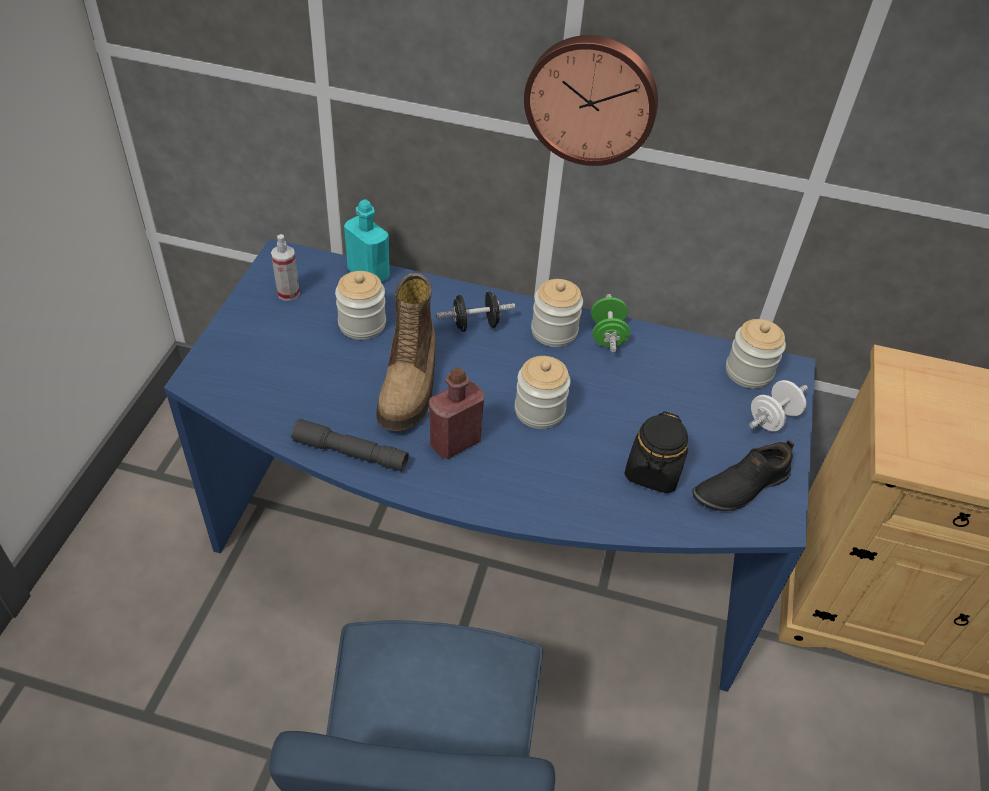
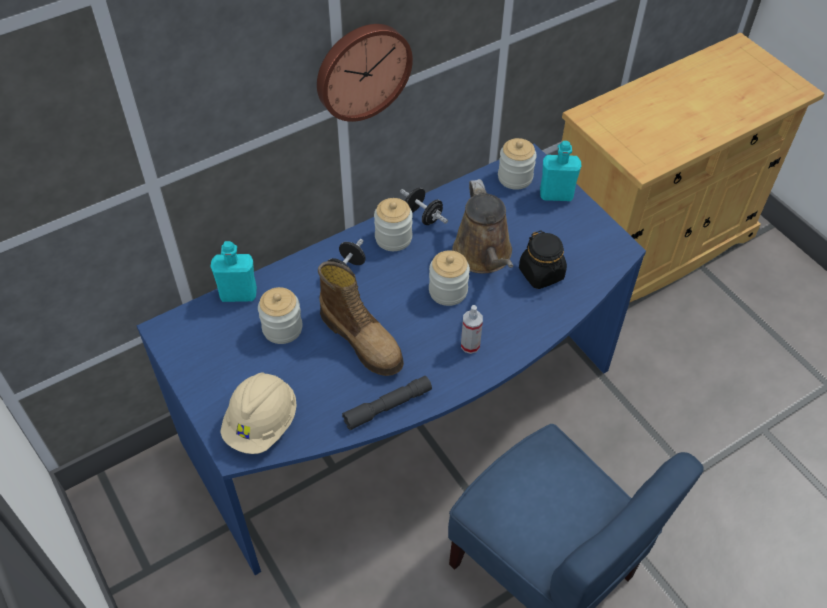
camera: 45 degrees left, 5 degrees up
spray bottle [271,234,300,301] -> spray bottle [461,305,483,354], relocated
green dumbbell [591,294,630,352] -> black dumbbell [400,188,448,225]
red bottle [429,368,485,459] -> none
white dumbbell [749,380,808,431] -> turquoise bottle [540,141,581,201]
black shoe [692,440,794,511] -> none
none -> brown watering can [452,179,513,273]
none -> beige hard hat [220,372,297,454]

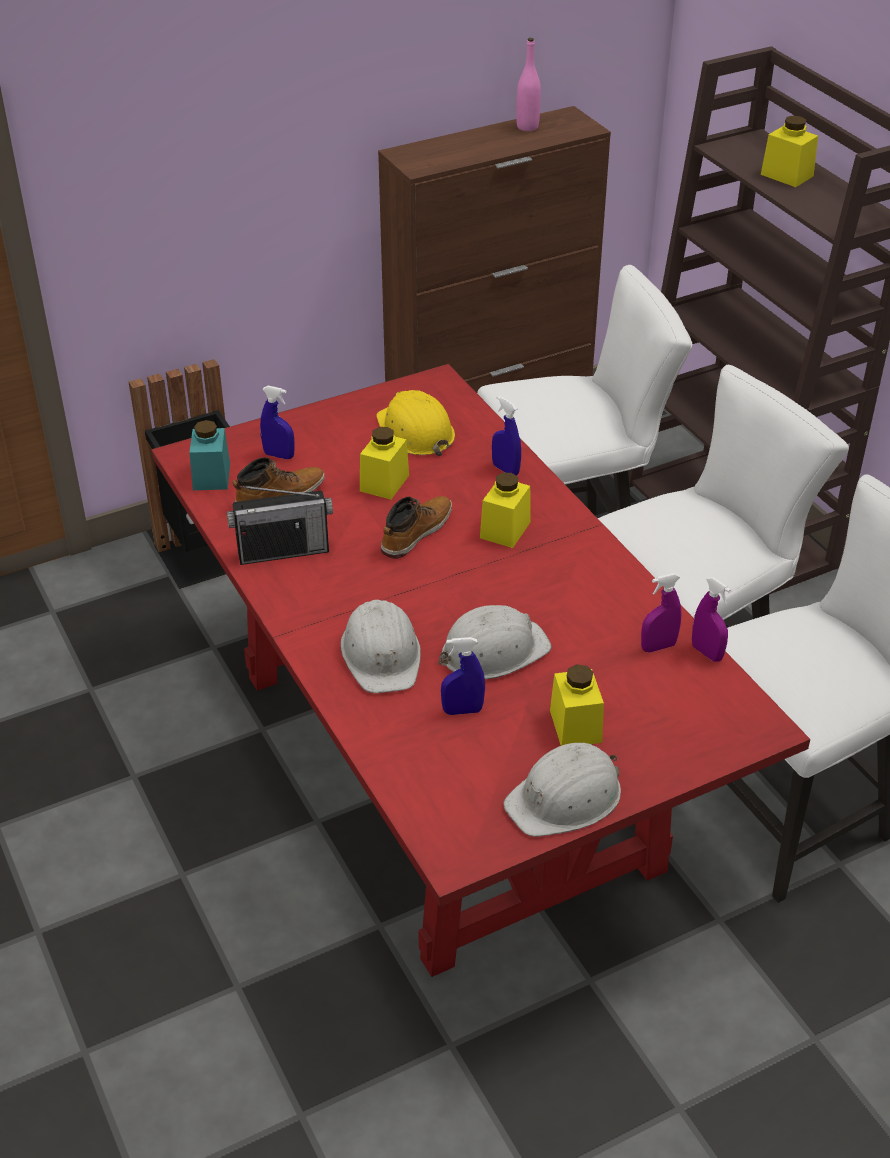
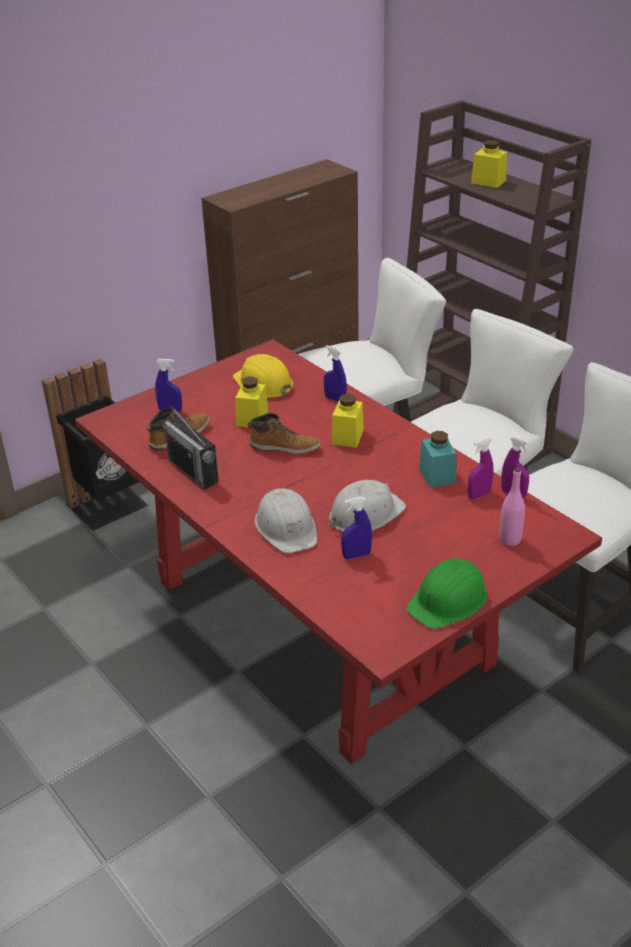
camera: 10 degrees left, 5 degrees down
pink bottle [516,38,541,131] -> pink bottle [499,467,525,546], relocated
turquoise jar [189,420,230,490] -> turquoise jar [419,431,456,488], relocated
radio [227,486,333,565] -> radio [163,406,219,489], 75 degrees clockwise
boot [381,496,452,559] -> boot [248,413,320,454], 75 degrees clockwise
yellow jar [550,664,604,746] -> none
white hard hat [503,743,621,837] -> green hard hat [406,558,487,629]

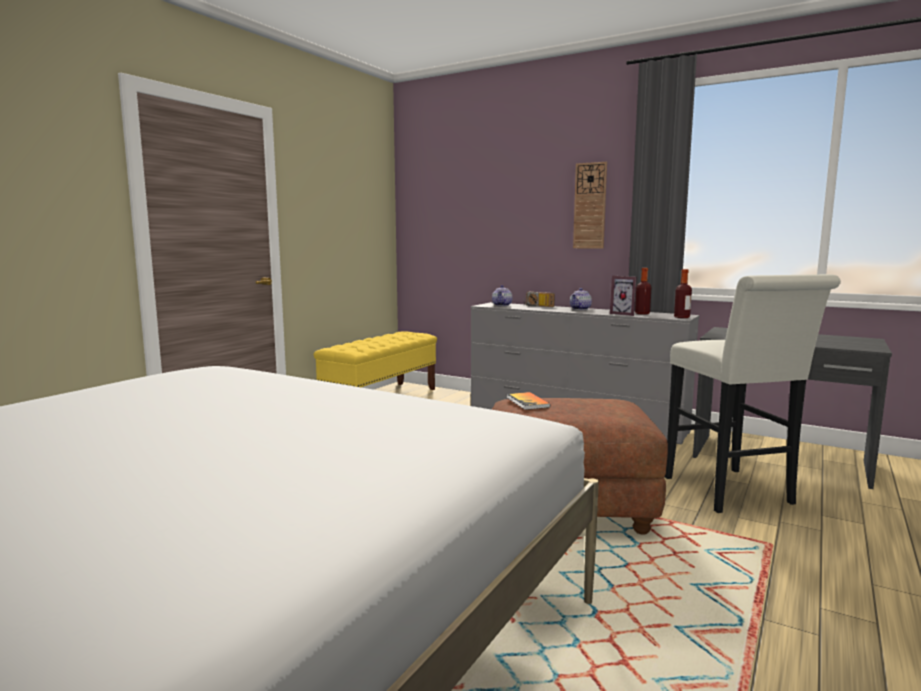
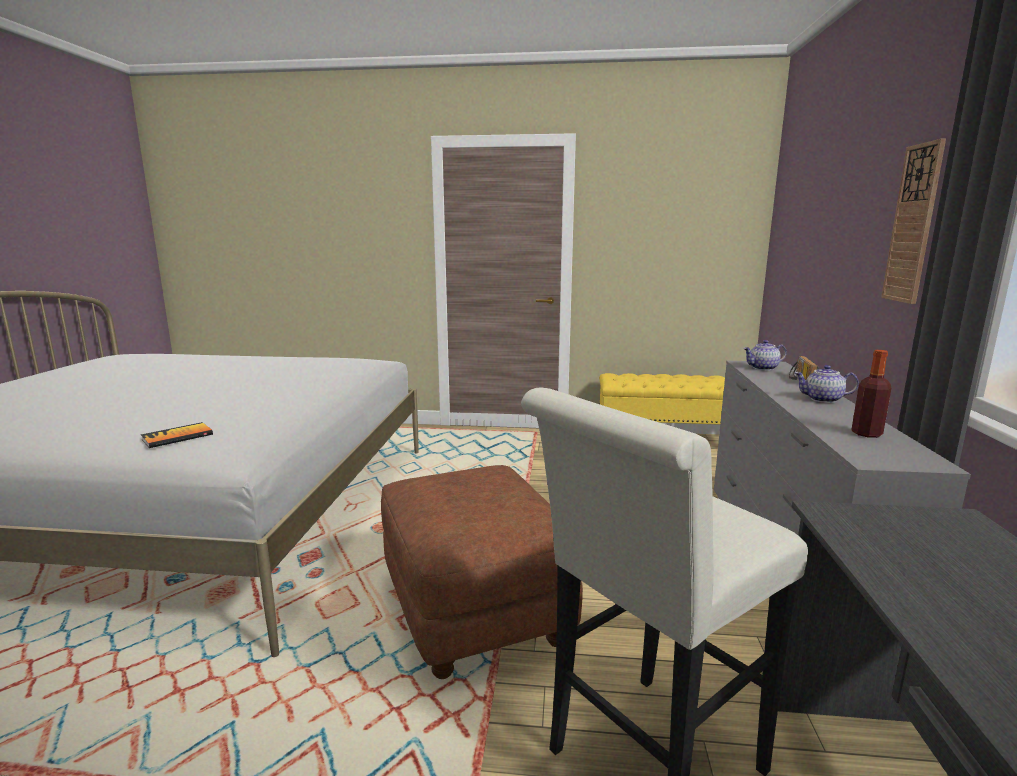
camera: 65 degrees right, 5 degrees up
bottle [674,269,692,318] -> none
picture frame [610,276,637,316] -> none
book [507,392,550,410] -> book [141,422,213,448], relocated

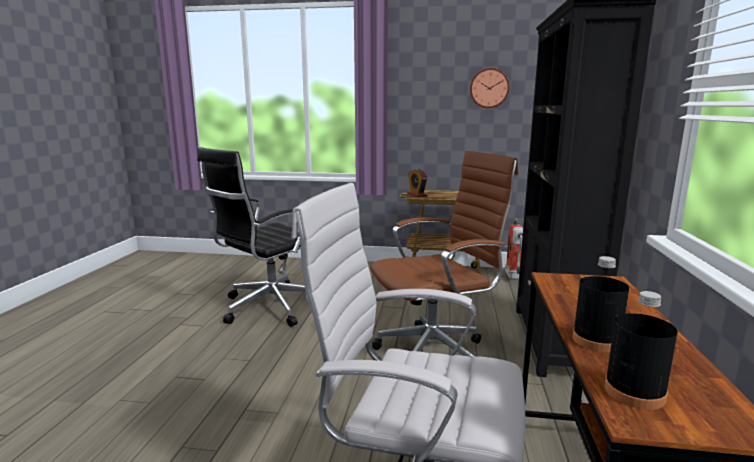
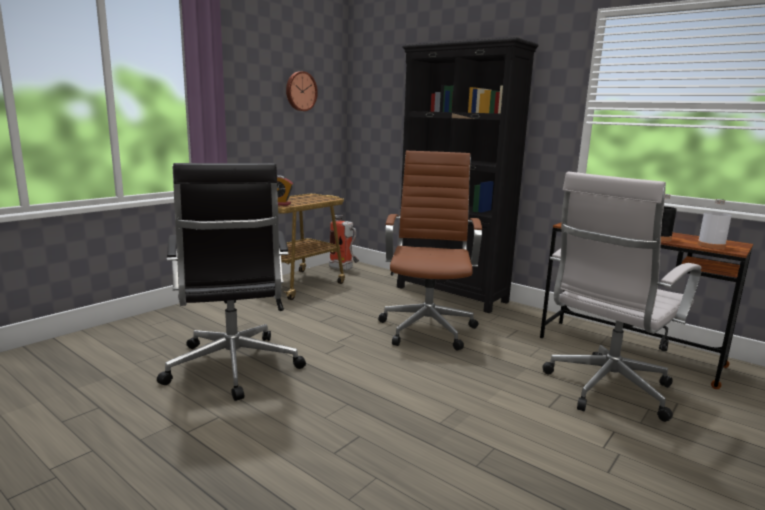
camera: 60 degrees left, 0 degrees up
black bottle [604,291,678,410] -> white bottle [697,199,732,249]

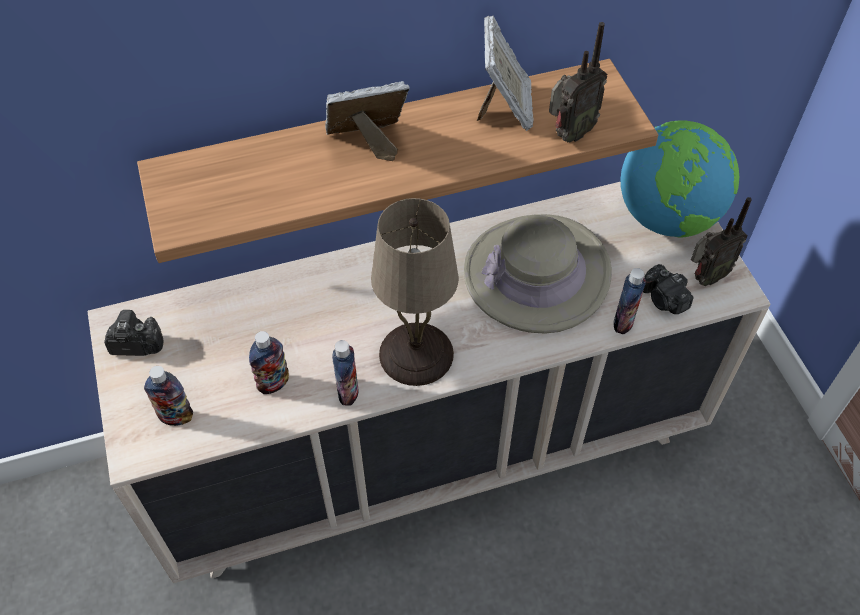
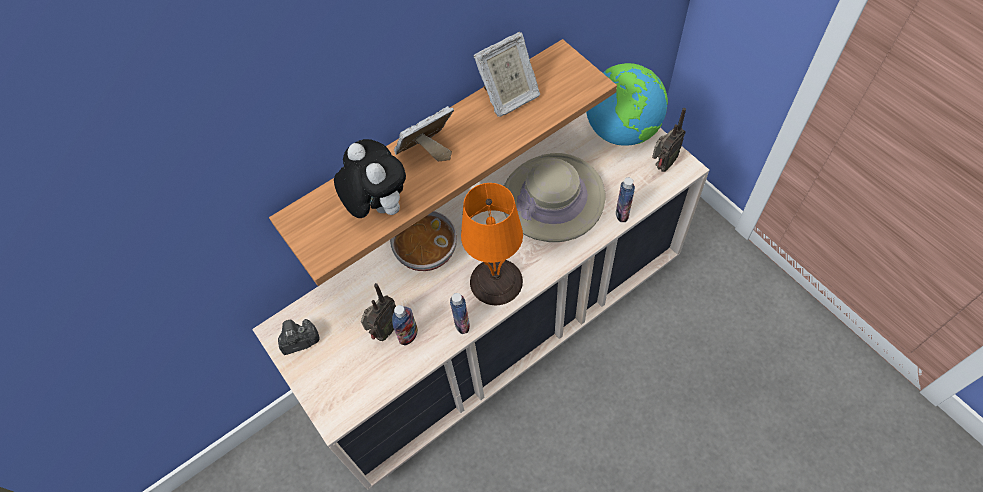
camera: 15 degrees left, 5 degrees up
picture frame [477,16,534,131] -> picture frame [474,31,540,117], 75 degrees clockwise
radio [549,22,607,143] -> radio [361,283,396,341], relocated
beige table lamp [371,198,459,386] -> orange table lamp [461,183,523,306]
photo camera [643,264,694,314] -> none
bottle [144,366,193,426] -> none
none -> plush toy [334,139,406,218]
none -> bowl [390,211,457,271]

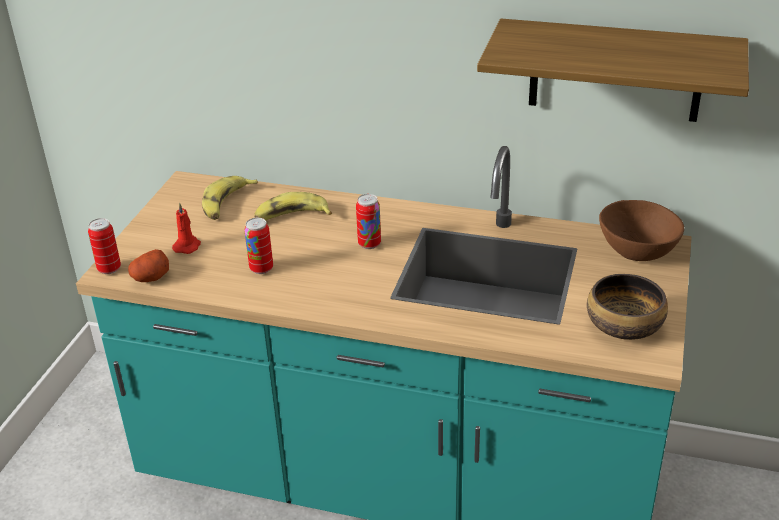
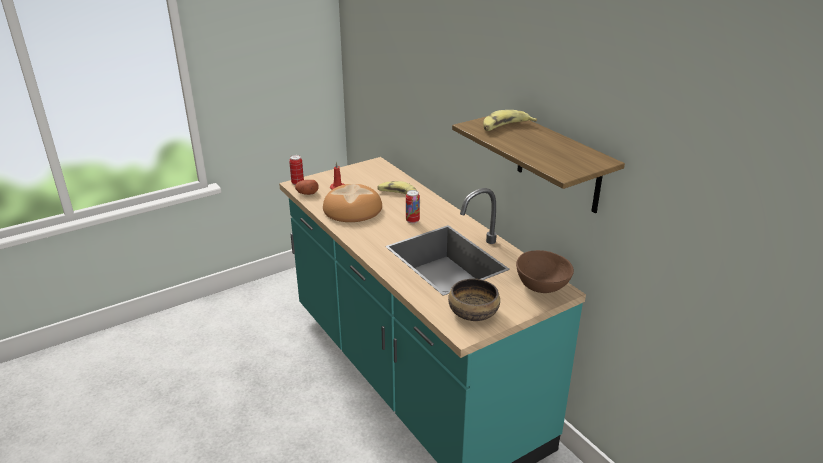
camera: 40 degrees right, 5 degrees down
banana [202,176,258,220] -> banana [483,110,537,131], relocated
can [244,218,273,274] -> bread [323,184,382,222]

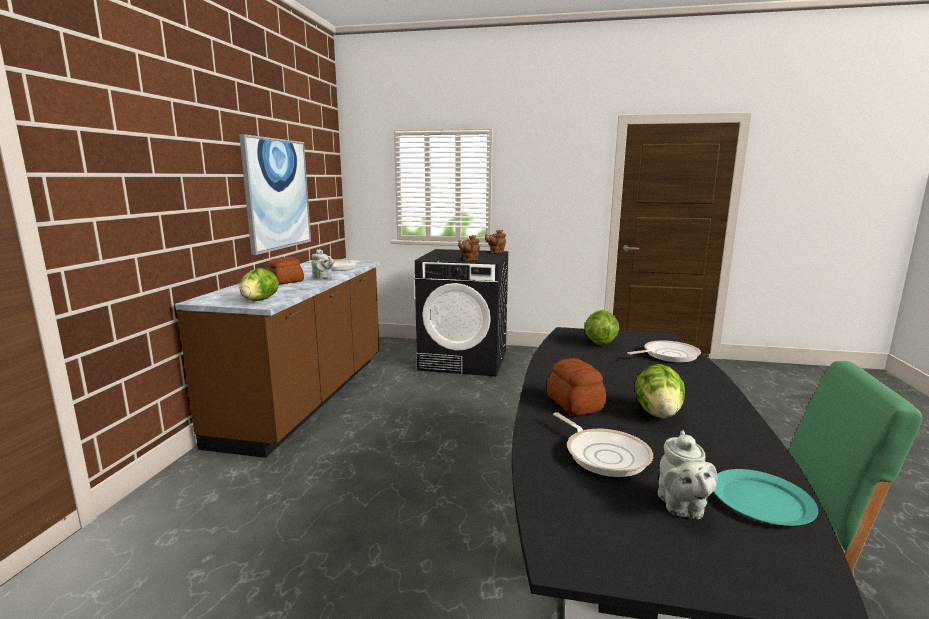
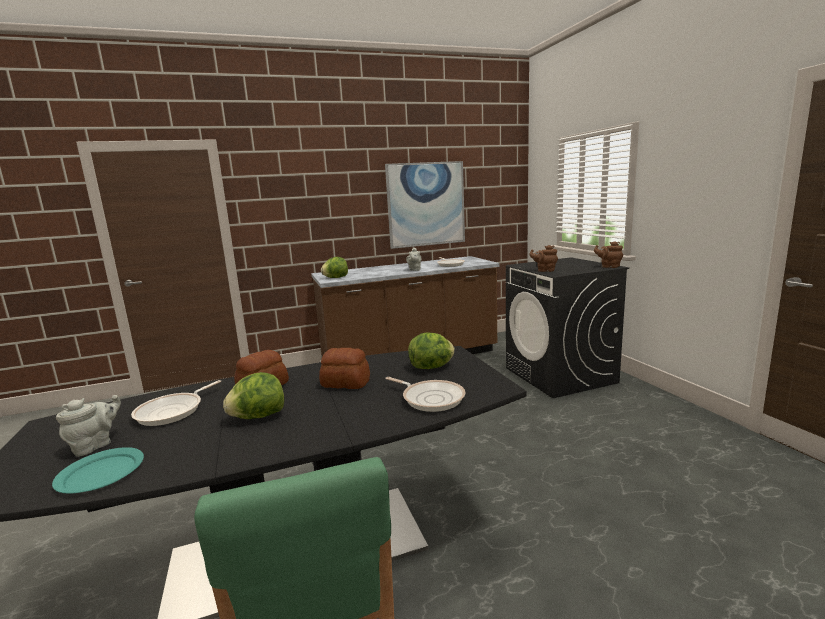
camera: 60 degrees right, 0 degrees up
bread [267,257,304,285] -> bread [319,348,370,389], relocated
grey teapot [658,431,717,519] -> grey teapot [56,395,121,457], 150 degrees clockwise

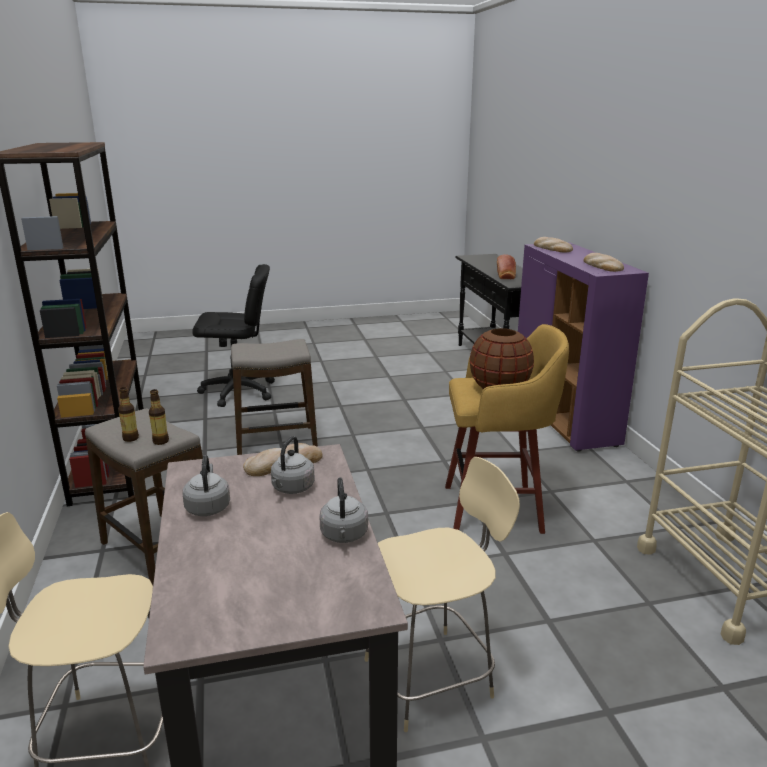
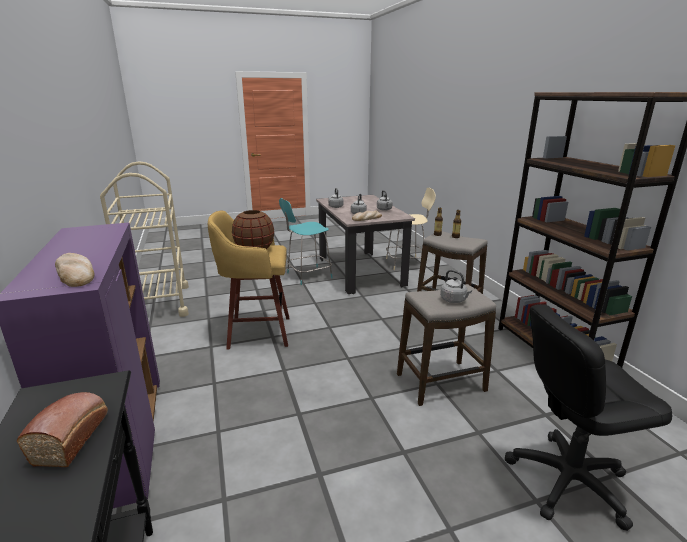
camera: 175 degrees right, 0 degrees up
bread [584,253,624,272] -> none
beige chair [365,457,520,732] -> turquoise chair [279,198,332,285]
none -> grey kettle [440,270,472,303]

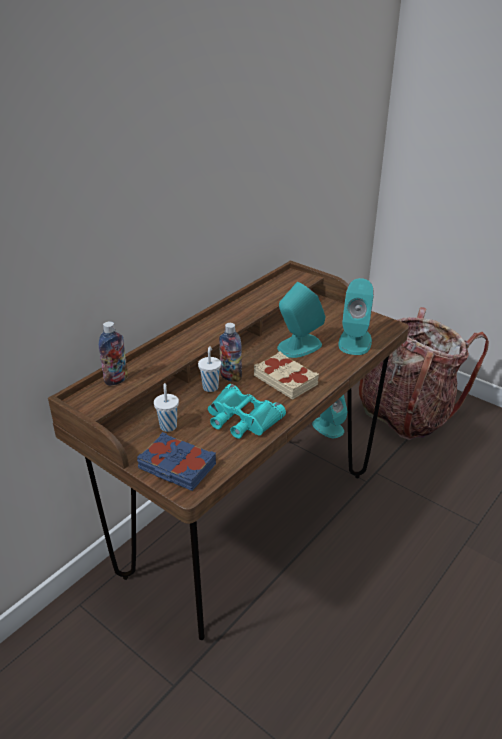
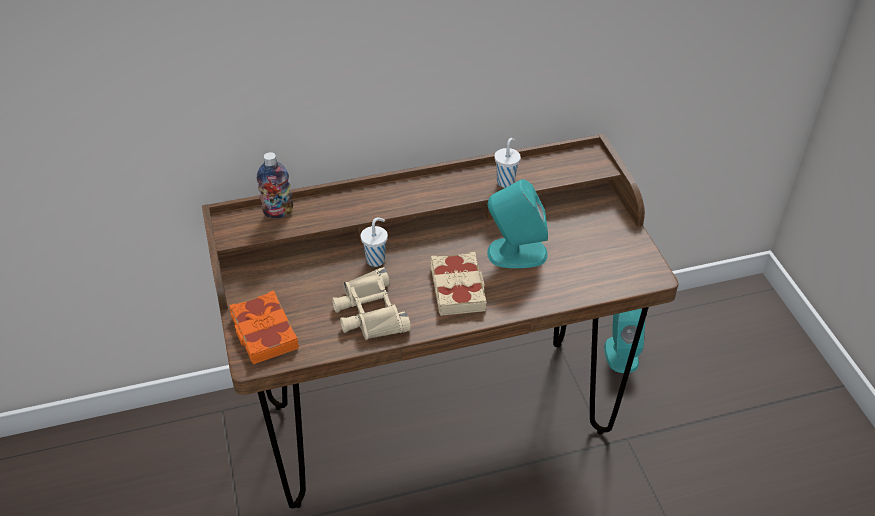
camera: 35 degrees right, 10 degrees up
turquoise speaker [339,278,374,355] -> none
backpack [359,307,489,440] -> none
bottle [219,323,242,382] -> none
white cup [154,383,179,432] -> white cup [495,138,521,188], relocated
turquoise binoculars [208,384,286,439] -> beige binoculars [332,267,411,340]
blue book [137,432,216,491] -> orange book [229,290,299,364]

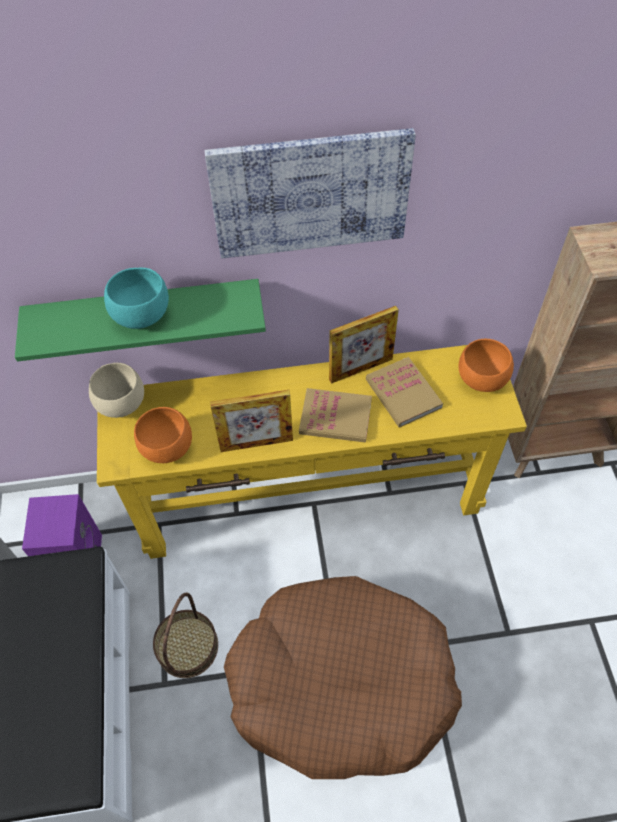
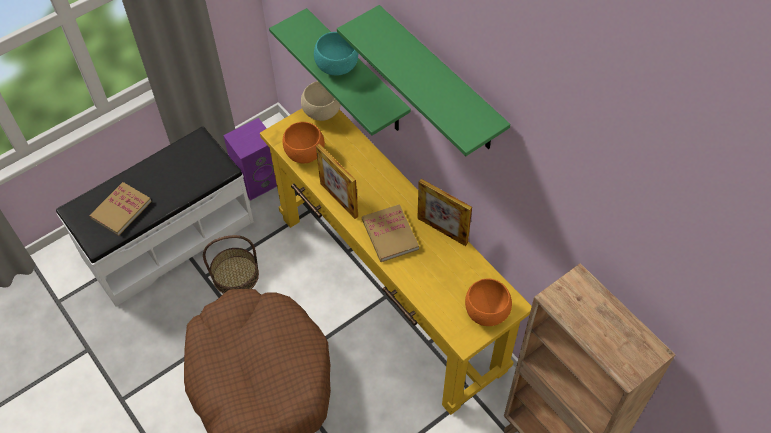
camera: 60 degrees right, 0 degrees up
picture [205,128,416,258] -> green shelf [337,5,510,156]
book [366,357,443,428] -> book [89,182,152,236], relocated

